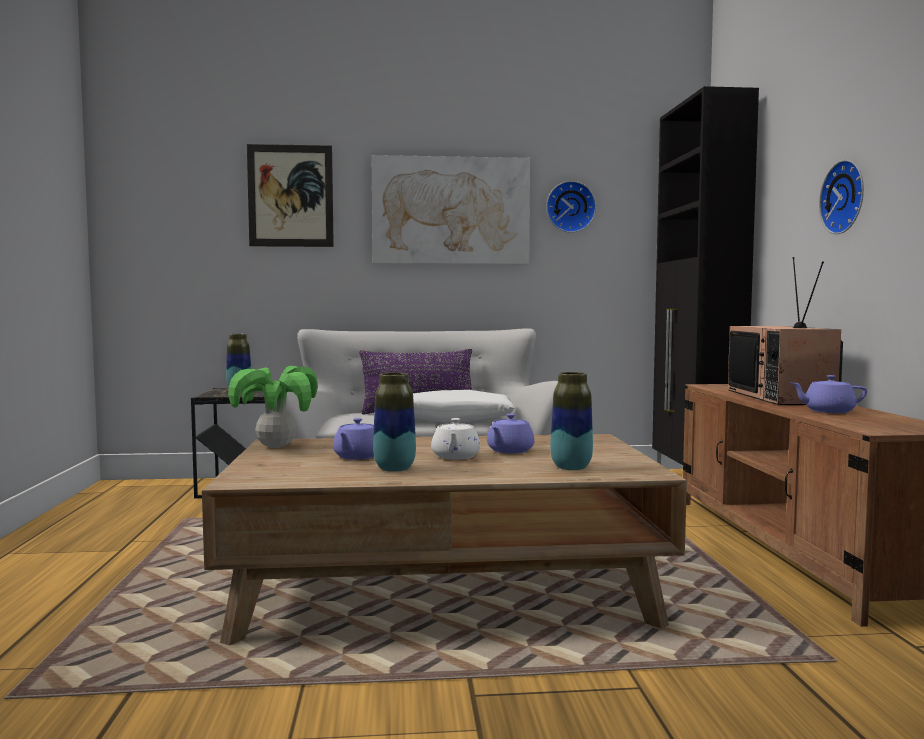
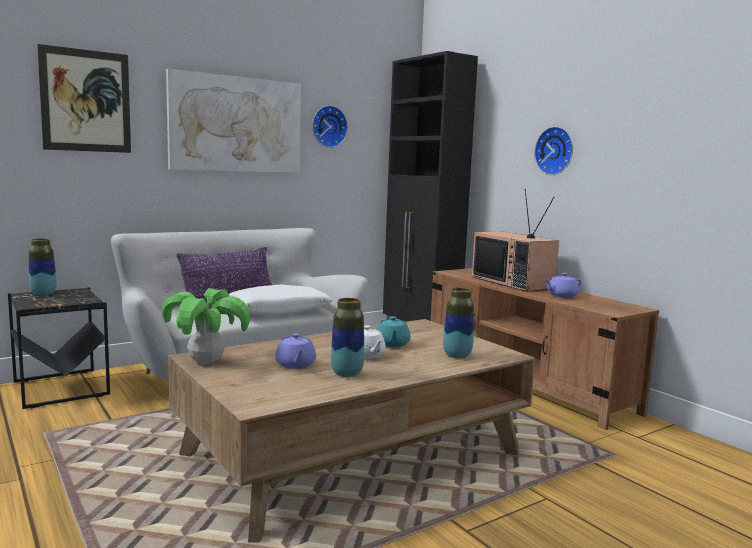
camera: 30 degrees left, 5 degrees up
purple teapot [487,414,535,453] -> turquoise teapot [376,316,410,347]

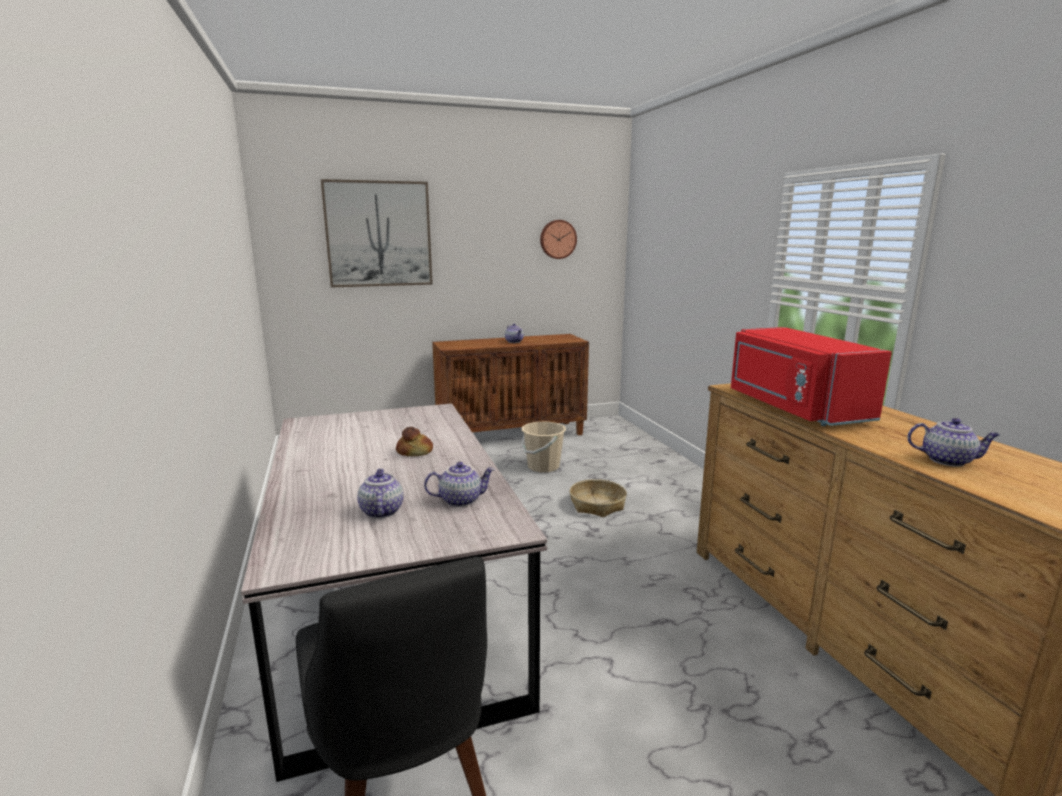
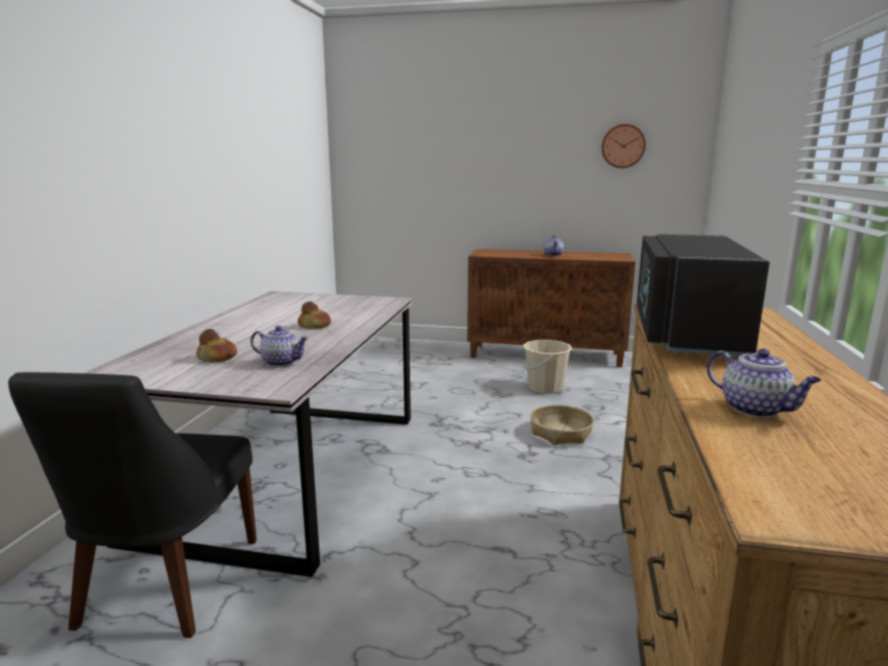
camera: 30 degrees right, 0 degrees up
picture [321,179,433,287] -> none
red microwave [731,327,892,426] -> black microwave [637,234,770,357]
teapot [357,469,404,518] -> bread [196,329,237,362]

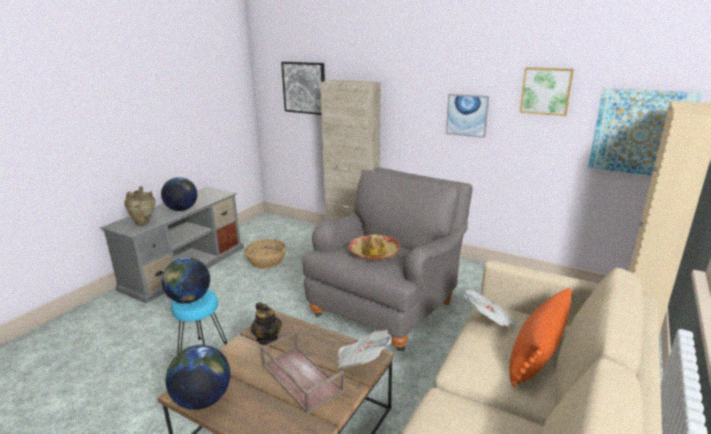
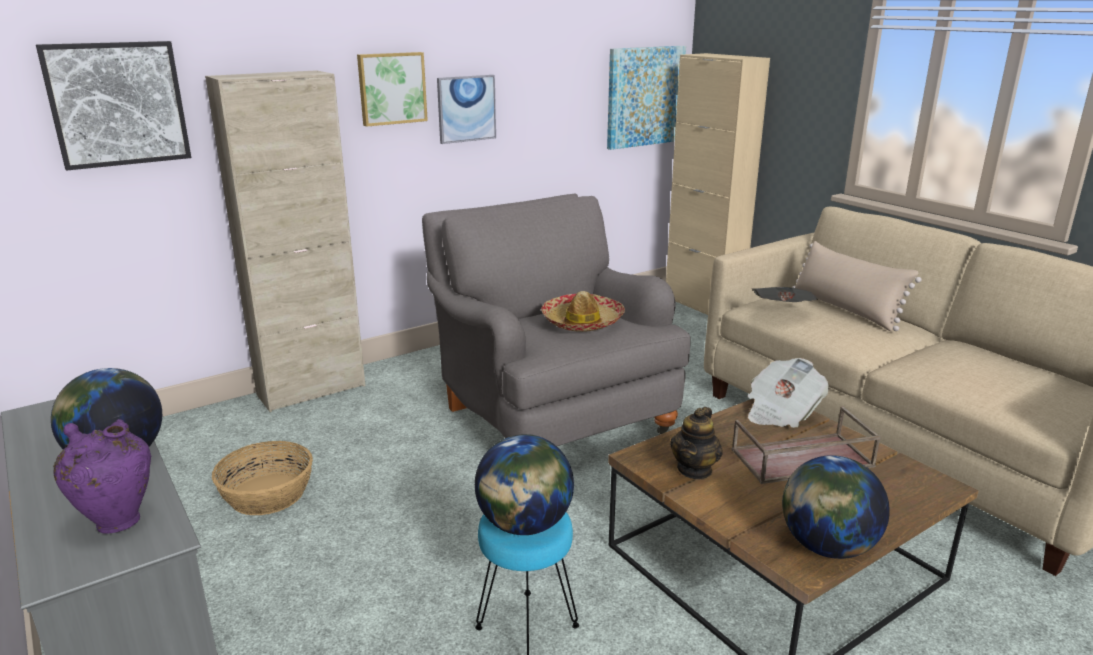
camera: 65 degrees left, 0 degrees up
picture [519,67,574,116] -> picture [357,52,428,127], relocated
beige vase [124,186,155,225] -> purple vase [53,419,151,534]
orange pillow [509,288,572,387] -> beige pillow [792,241,921,331]
teapot [251,302,282,345] -> teapot [670,407,723,480], 120 degrees clockwise

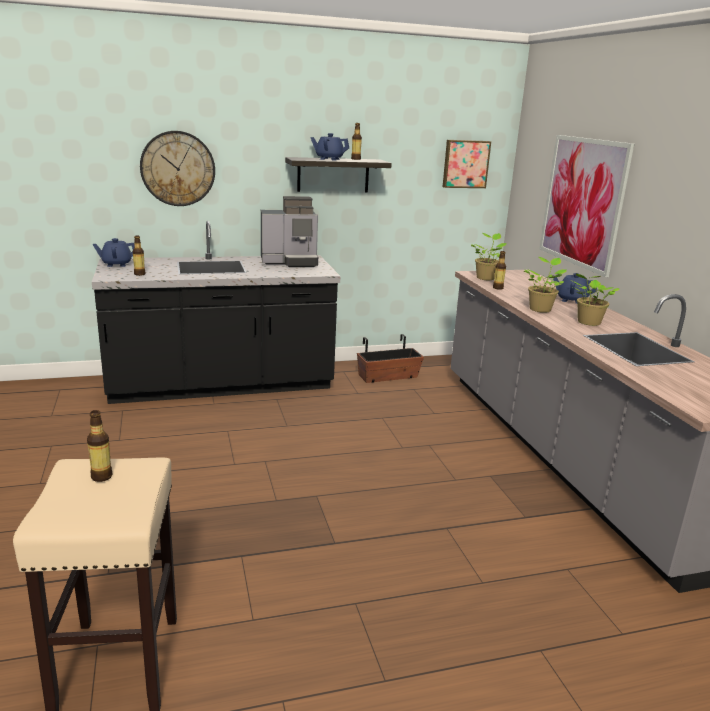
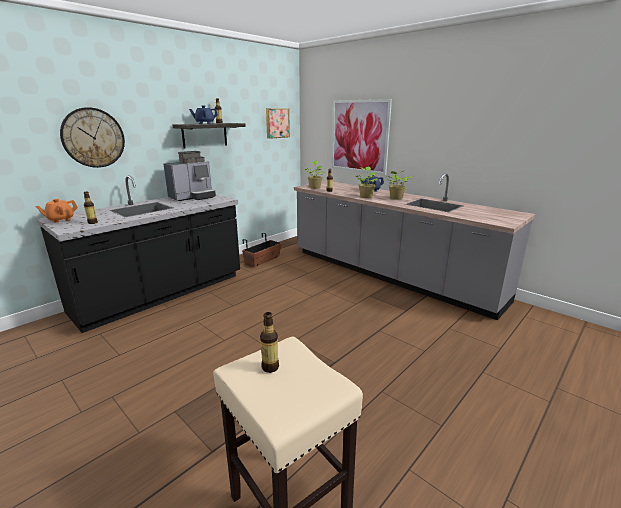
camera: 30 degrees left, 0 degrees up
blue teapot [93,238,135,267] -> orange teapot [35,199,78,223]

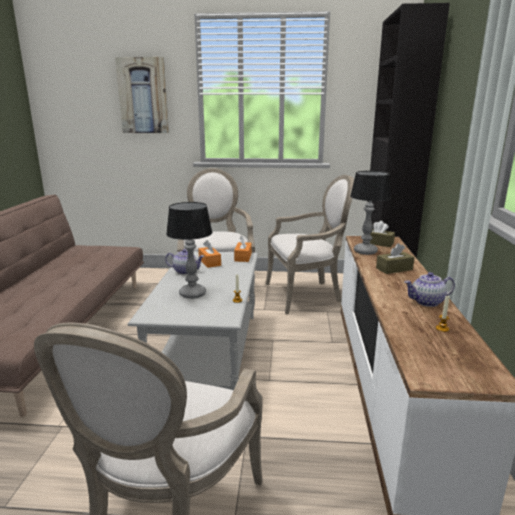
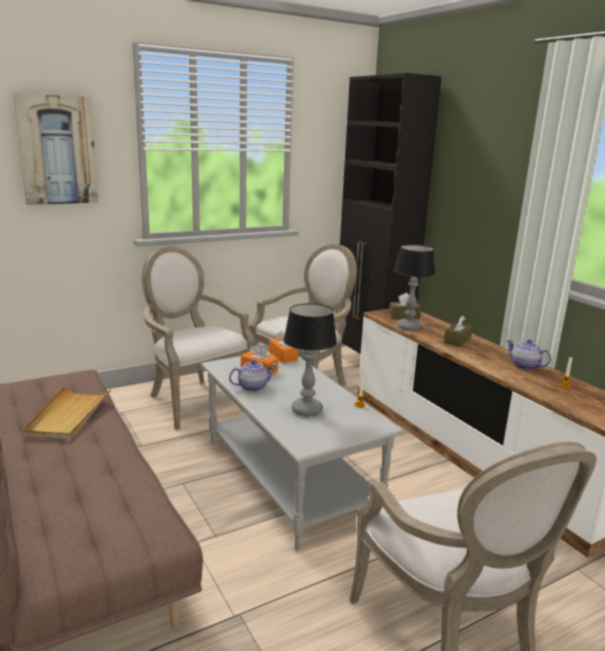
camera: 35 degrees left, 0 degrees up
teapot [405,272,455,307] -> teapot [506,339,551,370], 90 degrees clockwise
none -> beige tray [23,386,111,439]

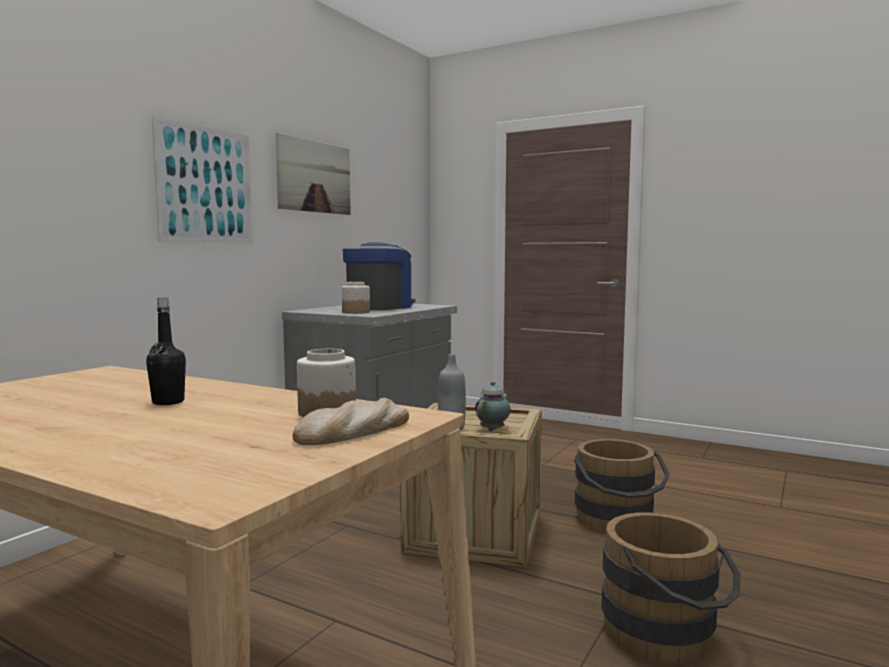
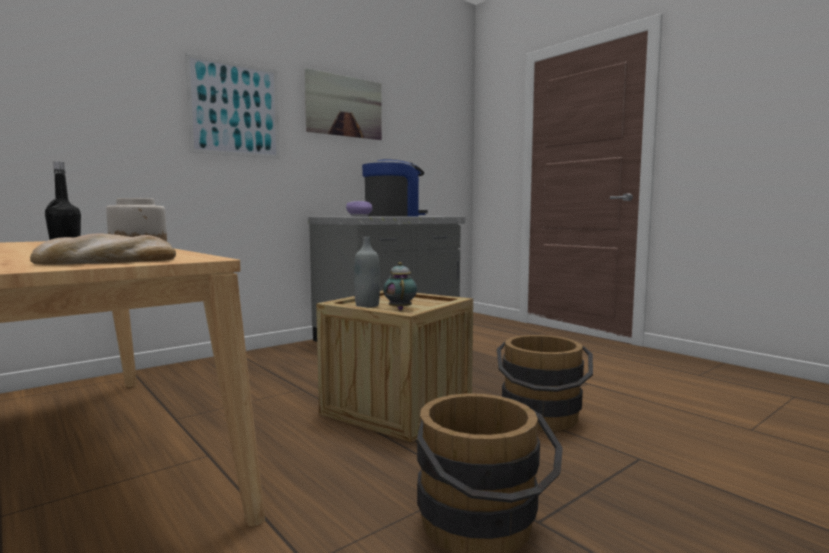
camera: 20 degrees right, 0 degrees up
jar [342,282,370,314] -> purple bowl [346,201,372,217]
teapot [475,381,511,431] -> teapot [383,262,417,310], 60 degrees counterclockwise

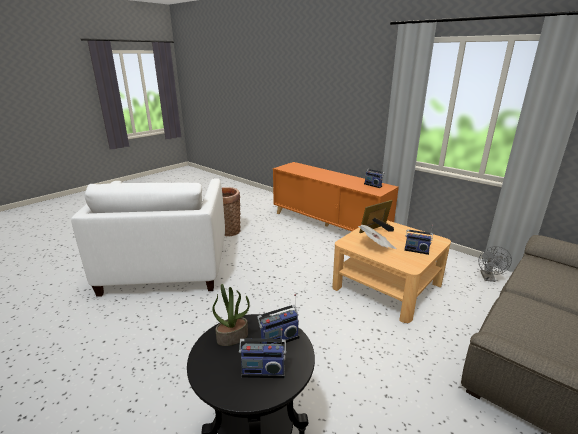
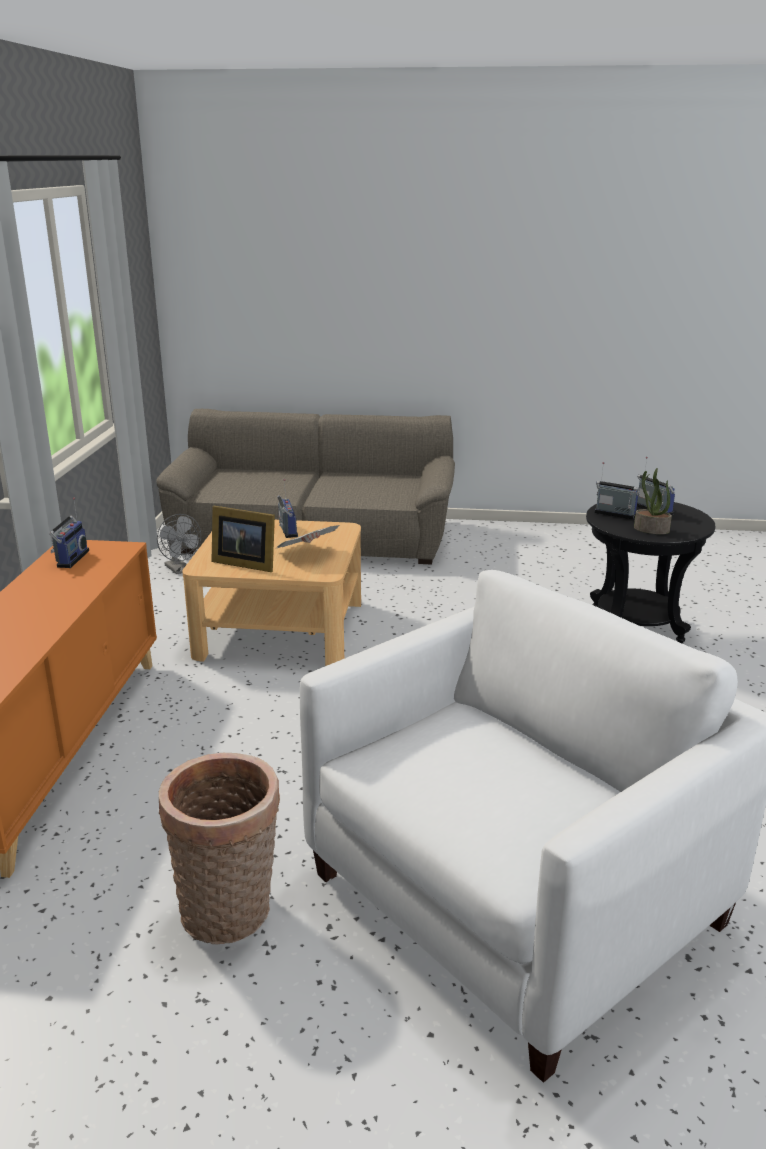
camera: 125 degrees left, 0 degrees up
grey fan [478,246,512,282] -> grey fan [157,514,201,574], 75 degrees clockwise

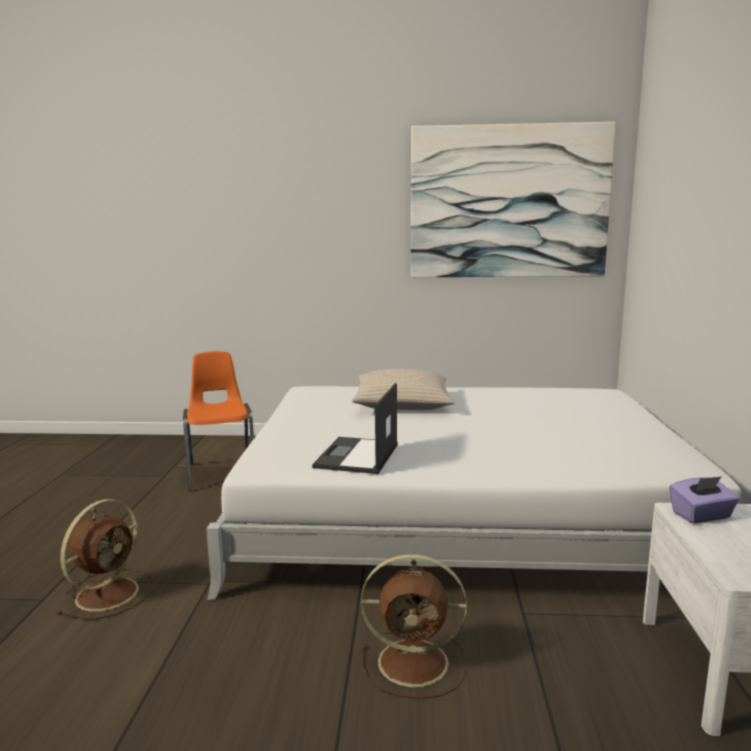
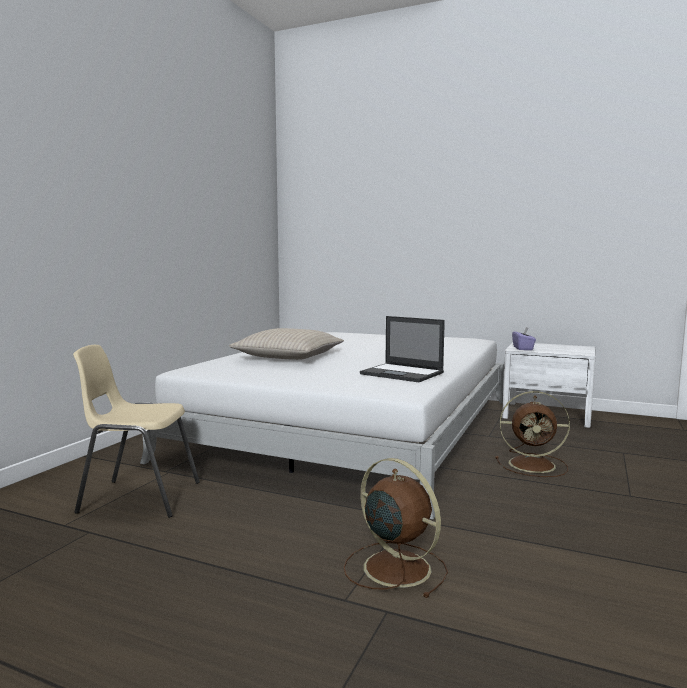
camera: 70 degrees left, 5 degrees down
picture [411,122,616,277] -> none
orange chair [183,351,254,491] -> beige chair [73,345,200,518]
brown fan [361,554,467,699] -> brown fan [495,391,570,477], 75 degrees clockwise

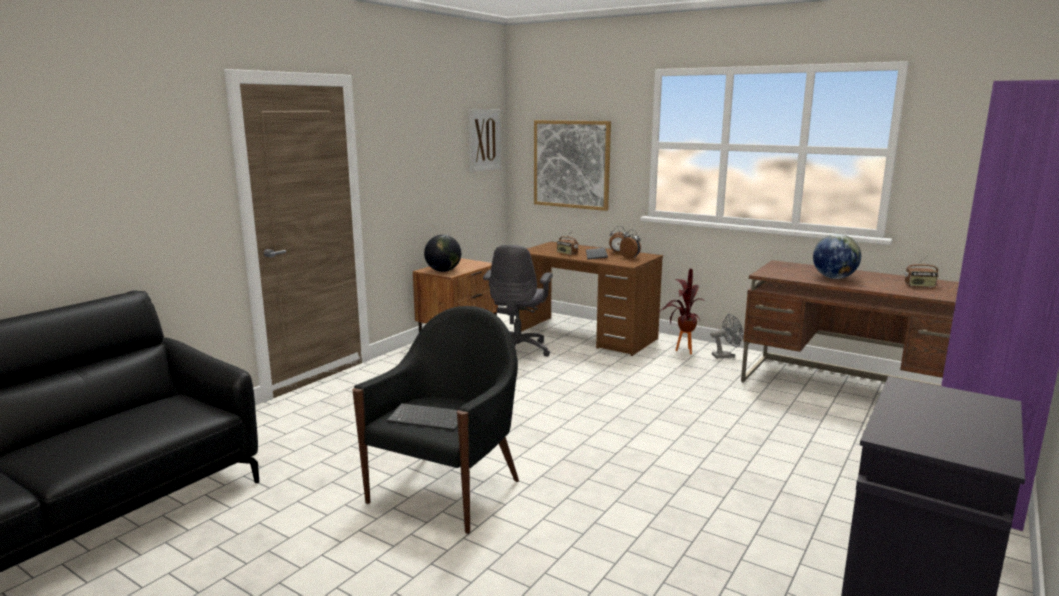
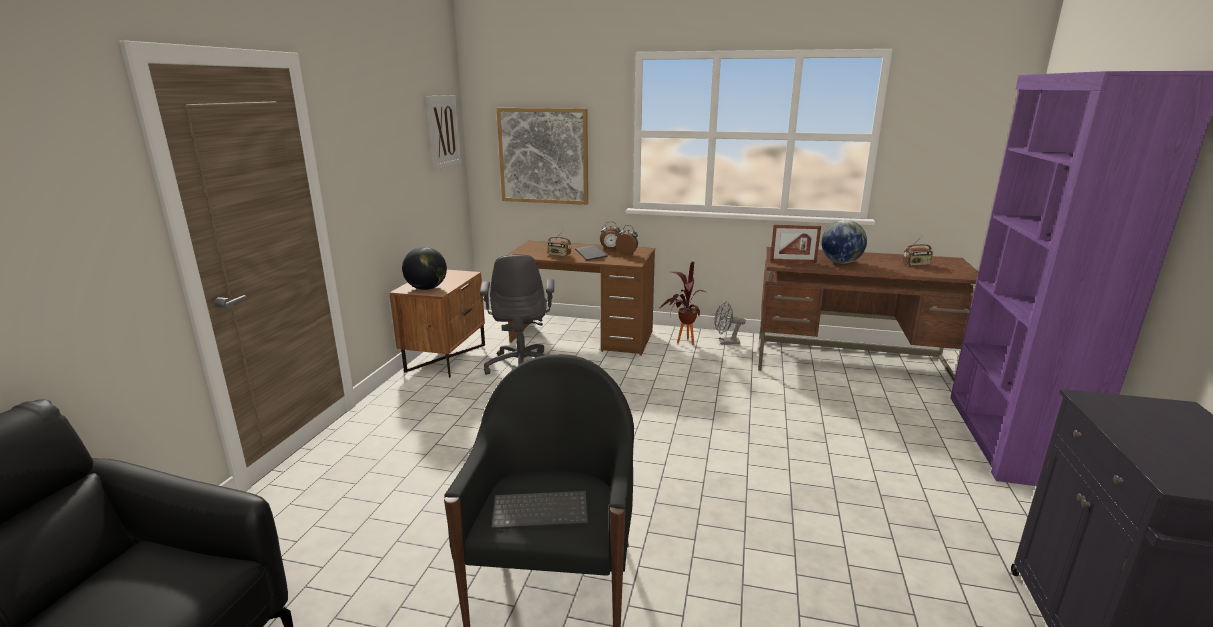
camera: 20 degrees left, 5 degrees up
grey fan [711,314,743,359] -> grey fan [714,301,746,345], 150 degrees counterclockwise
none -> picture frame [770,225,821,263]

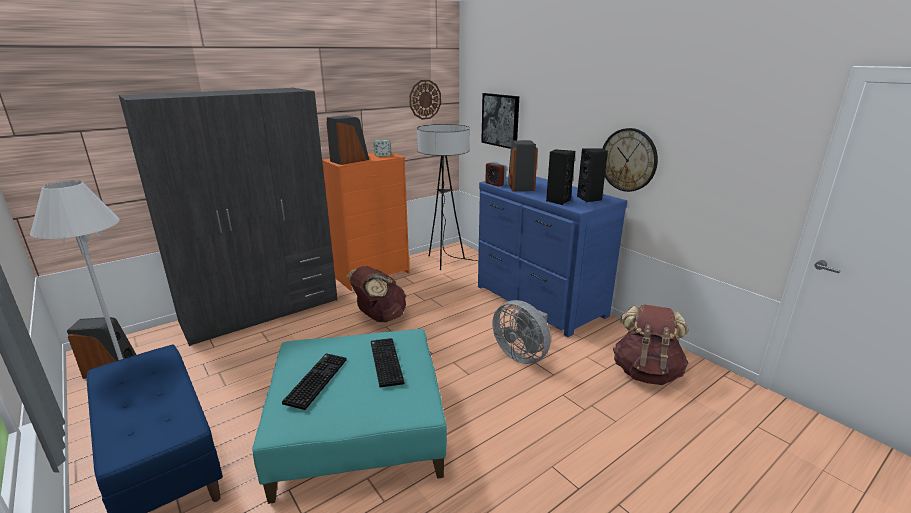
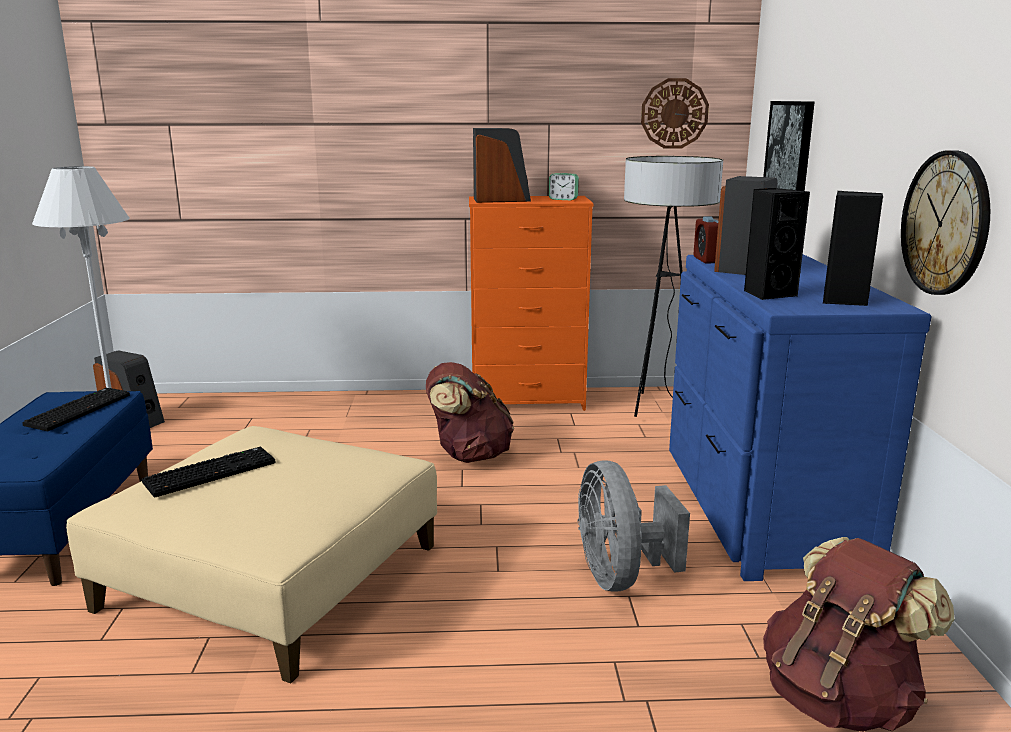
camera: 35 degrees right, 5 degrees down
grey wardrobe [119,88,337,346] -> none
turquoise ottoman [252,329,447,504] -> beige ottoman [66,426,437,683]
keyboard [371,338,404,387] -> keyboard [22,388,130,431], relocated

